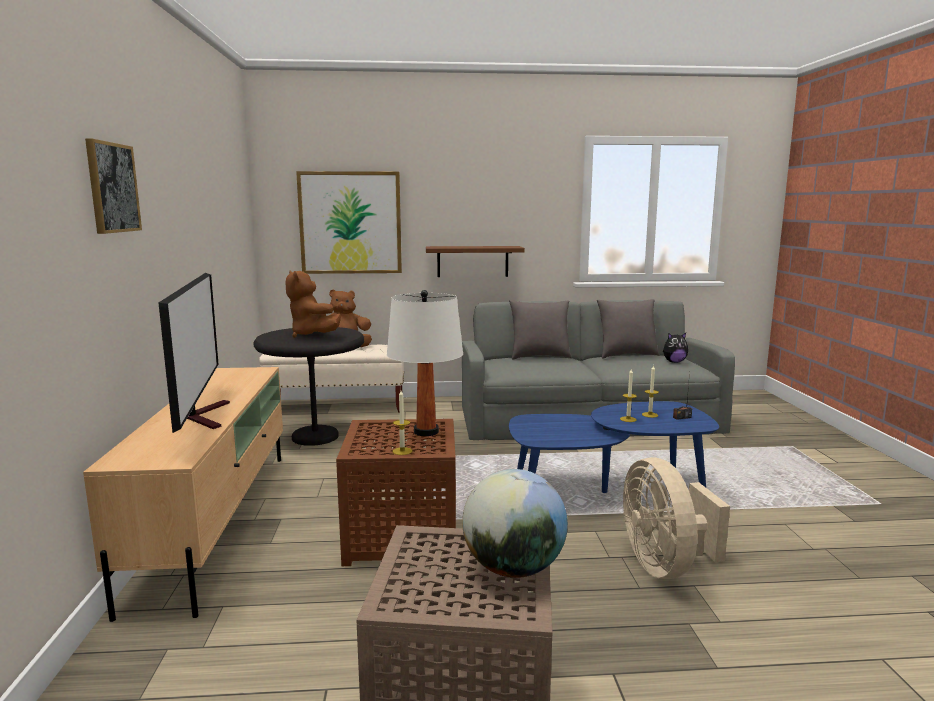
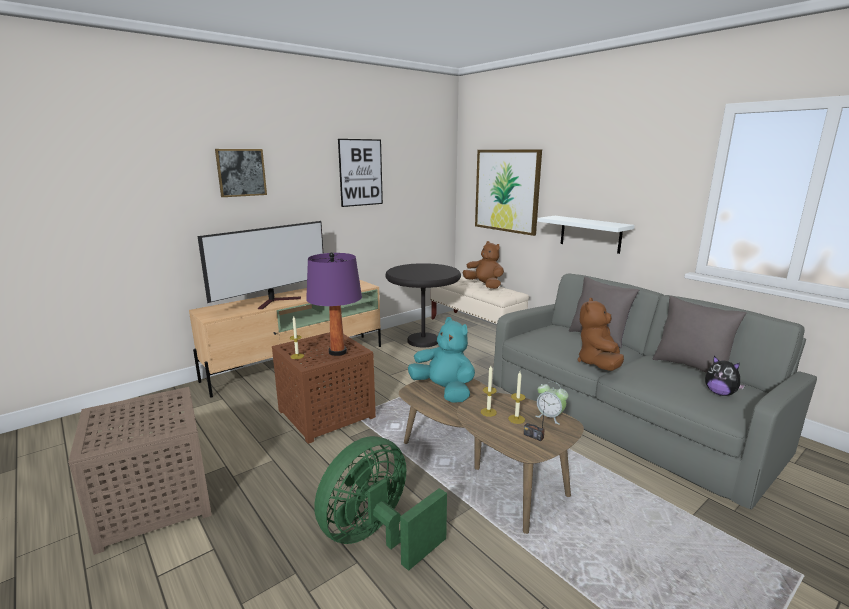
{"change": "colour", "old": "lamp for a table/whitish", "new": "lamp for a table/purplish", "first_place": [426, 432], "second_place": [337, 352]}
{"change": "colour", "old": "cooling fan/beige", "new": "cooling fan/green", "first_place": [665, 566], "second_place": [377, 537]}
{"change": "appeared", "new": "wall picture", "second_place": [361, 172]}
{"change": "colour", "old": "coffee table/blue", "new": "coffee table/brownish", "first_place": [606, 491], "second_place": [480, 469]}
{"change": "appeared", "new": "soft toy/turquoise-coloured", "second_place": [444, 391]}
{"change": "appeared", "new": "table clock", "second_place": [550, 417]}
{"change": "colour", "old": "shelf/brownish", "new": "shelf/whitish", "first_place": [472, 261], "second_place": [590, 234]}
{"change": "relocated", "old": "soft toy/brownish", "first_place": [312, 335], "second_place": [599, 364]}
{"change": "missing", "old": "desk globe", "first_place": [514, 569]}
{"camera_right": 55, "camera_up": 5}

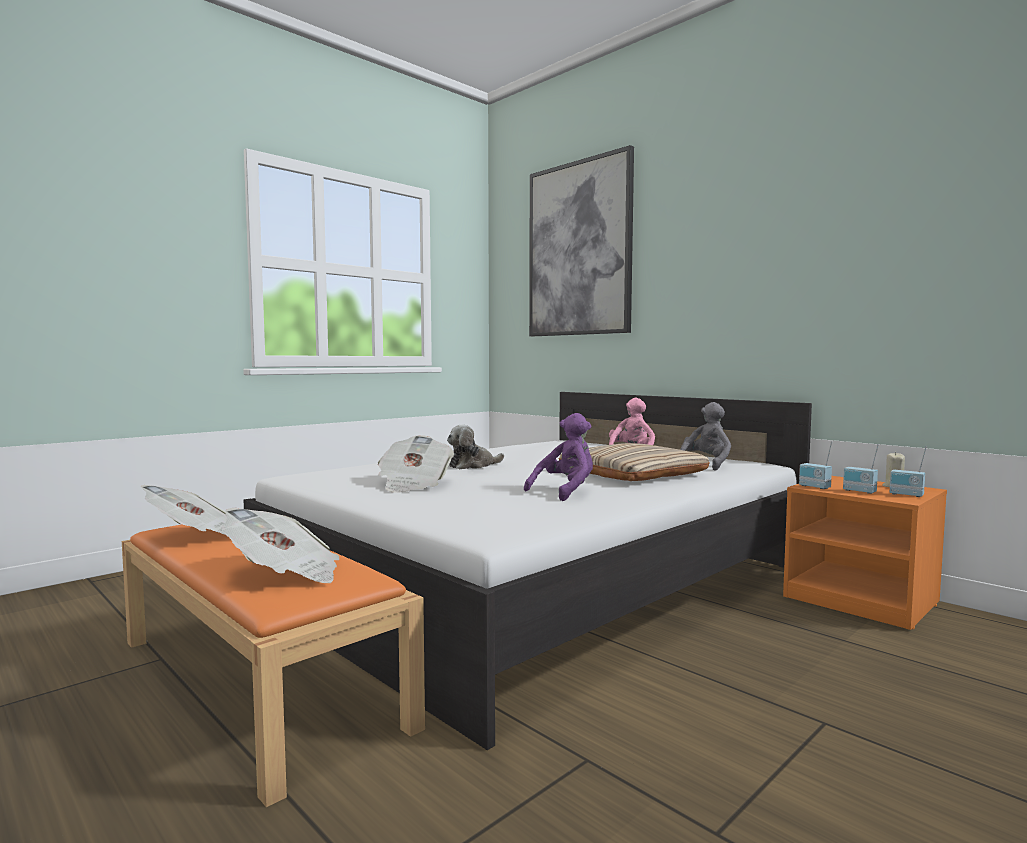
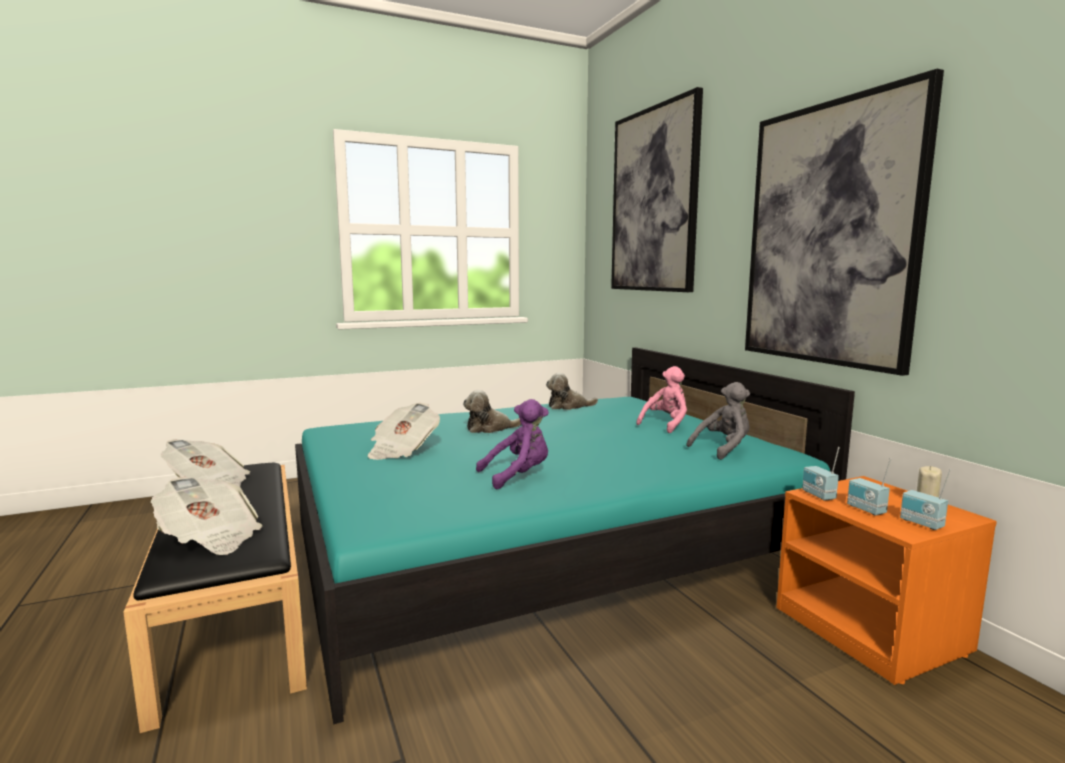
{"change": "colour", "old": "indoor bench/orangey", "new": "indoor bench/black-coloured", "first_place": [259, 681], "second_place": [236, 610]}
{"change": "colour", "old": "sleeping bed/whitish", "new": "sleeping bed/turquoise-coloured", "first_place": [540, 582], "second_place": [541, 546]}
{"change": "appeared", "new": "soft toy", "second_place": [568, 406]}
{"change": "appeared", "new": "wall picture", "second_place": [829, 235]}
{"change": "missing", "old": "cushion/beige", "first_place": [632, 473]}
{"camera_right": 20, "camera_up": 5}

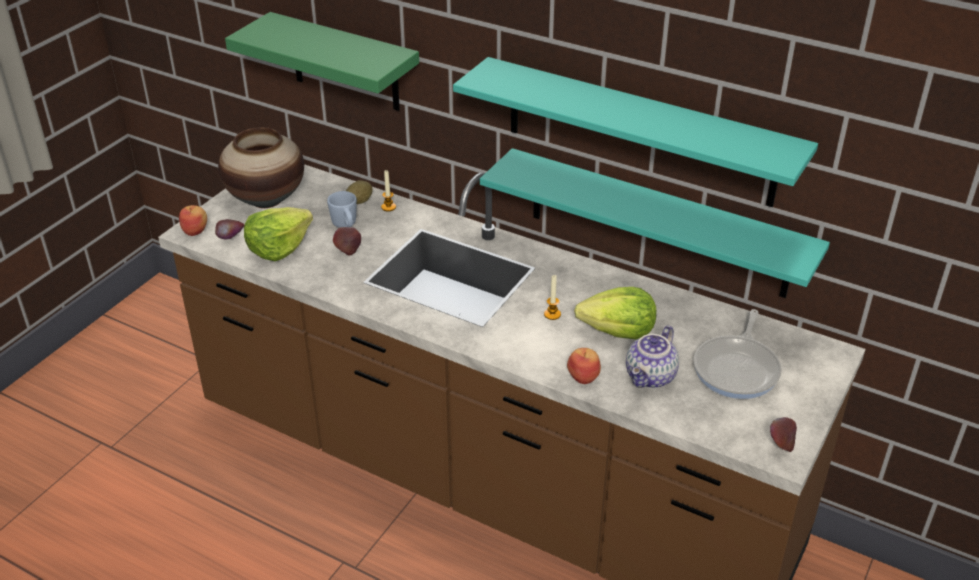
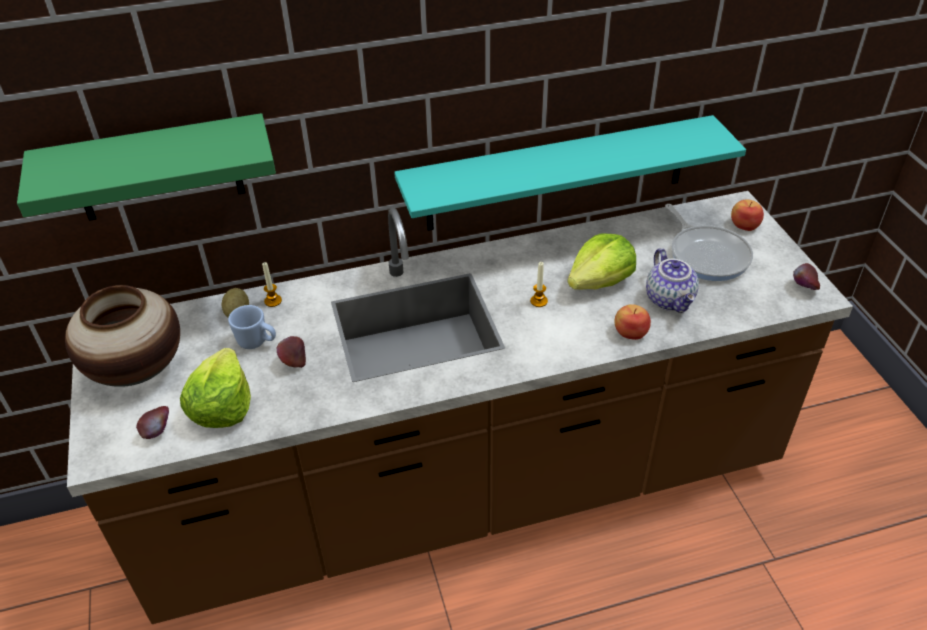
{"change": "relocated", "old": "whole apple", "first_place": [195, 230], "second_place": [744, 225]}
{"change": "missing", "old": "shelf/turquoise-coloured", "first_place": [639, 132]}
{"camera_right": -45, "camera_up": 5}

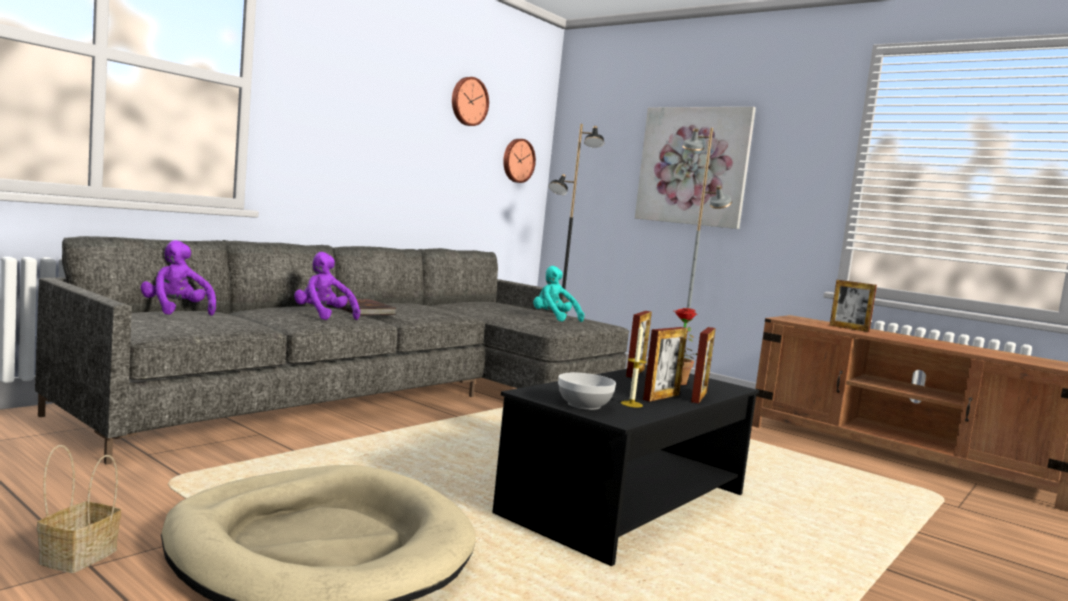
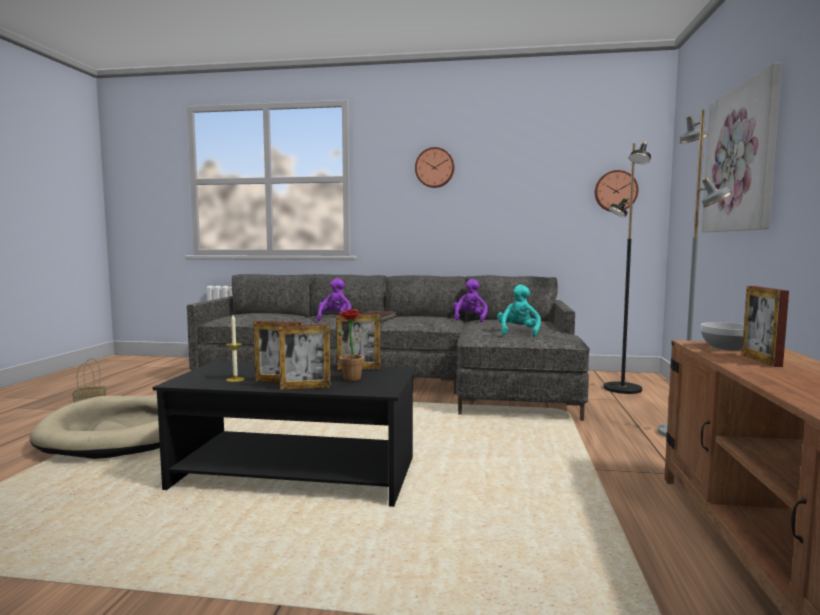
{"change": "relocated", "old": "wall clock", "first_place": [468, 101], "second_place": [434, 168]}
{"change": "relocated", "old": "soft toy/purplish", "first_place": [176, 311], "second_place": [470, 319]}
{"change": "relocated", "old": "serving bowl", "first_place": [584, 405], "second_place": [727, 348]}
{"camera_right": 60, "camera_up": 0}

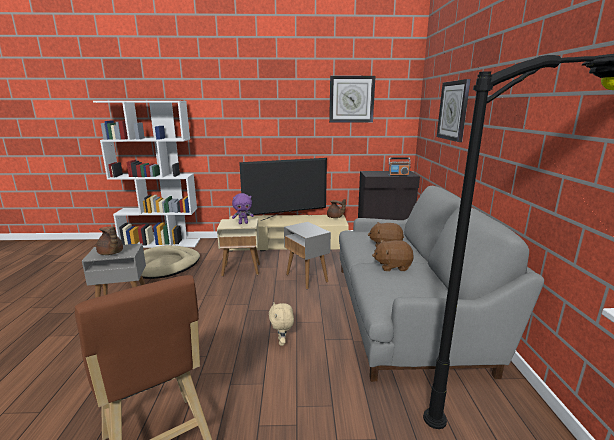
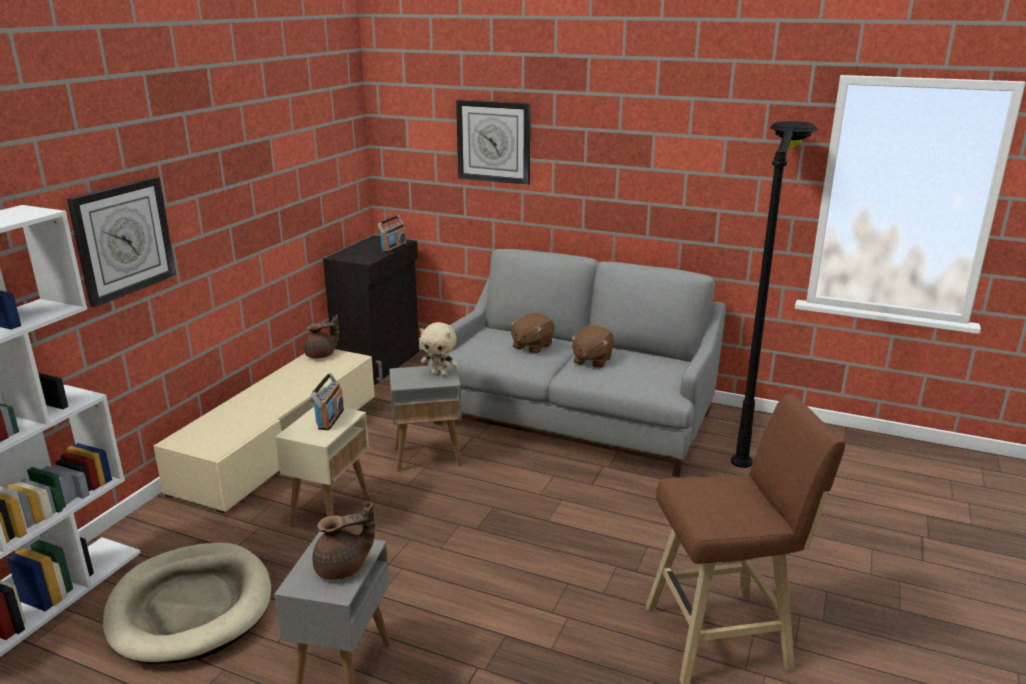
{"change": "relocated", "old": "wall clock", "first_place": [351, 99], "second_place": [123, 239]}
{"change": "exchanged", "old": "soft toy/purplish", "new": "radio set", "first_place": [243, 223], "second_place": [330, 419]}
{"change": "relocated", "old": "soft toy/beige", "first_place": [282, 342], "second_place": [440, 374]}
{"change": "missing", "old": "TV", "first_place": [285, 218]}
{"camera_right": -65, "camera_up": 5}

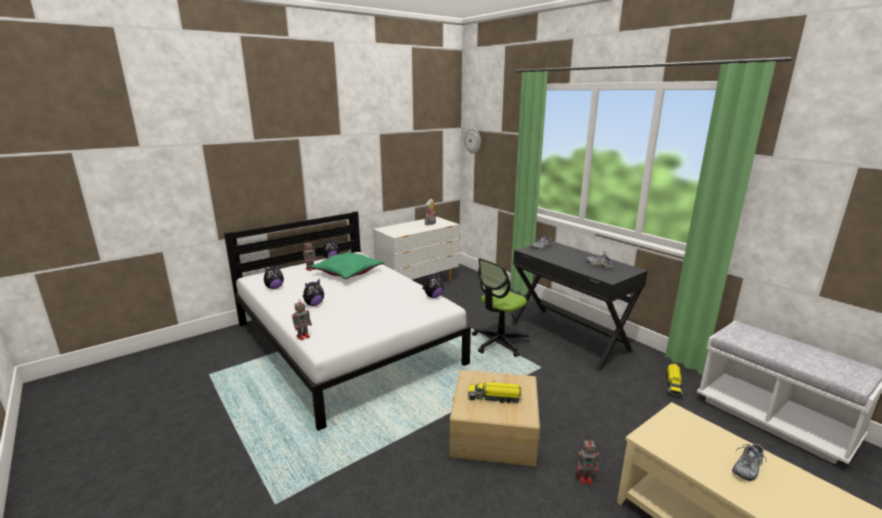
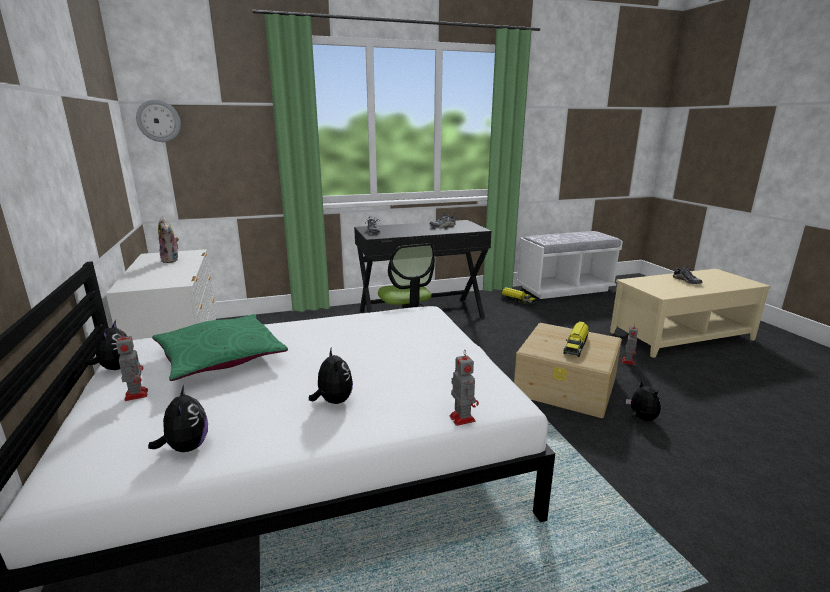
{"change": "relocated", "old": "soft toy", "first_place": [433, 296], "second_place": [641, 418]}
{"camera_right": -70, "camera_up": 0}

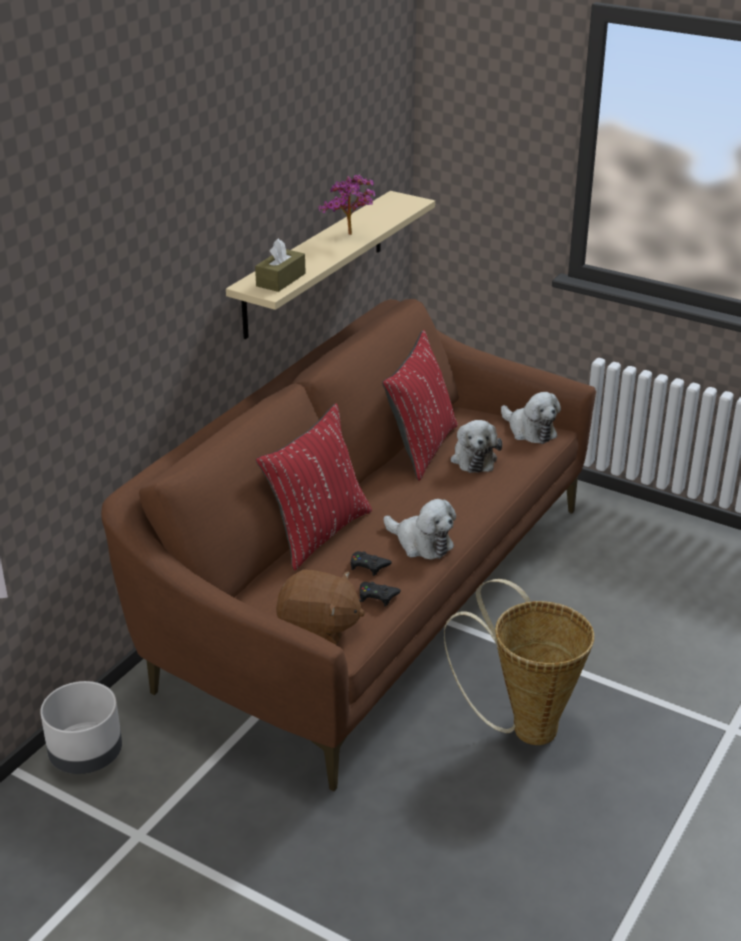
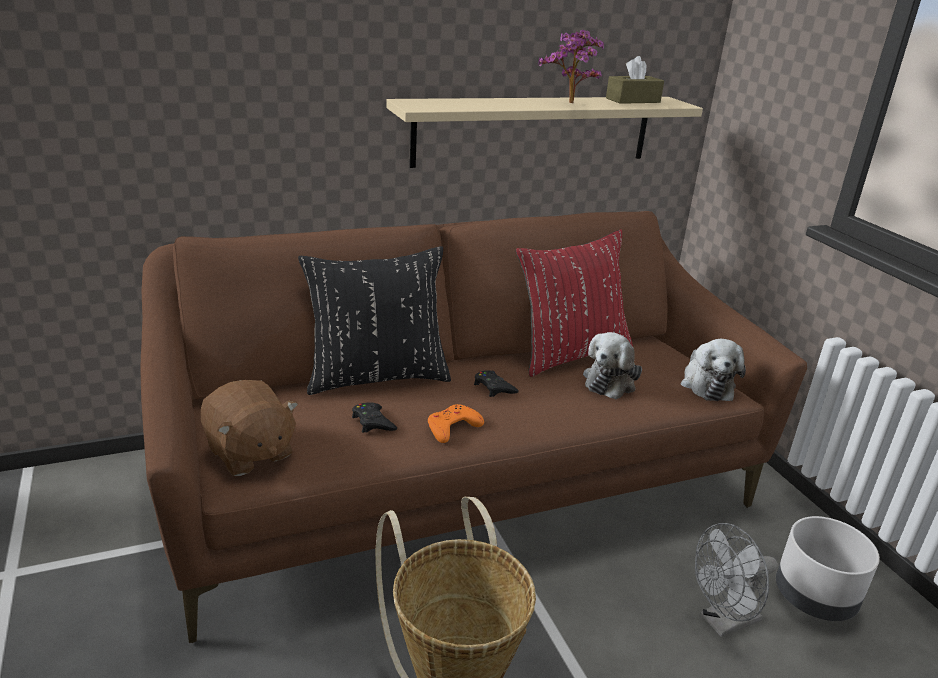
{"change": "colour", "old": "cushion/red-coloured", "new": "cushion/black-coloured", "first_place": [317, 533], "second_place": [376, 376]}
{"change": "exchanged", "old": "soft toy", "new": "gamepad/orangey", "first_place": [421, 543], "second_place": [452, 427]}
{"change": "relocated", "old": "gamepad/black-coloured", "first_place": [377, 596], "second_place": [494, 387]}
{"change": "relocated", "old": "tissue holder/brownish", "first_place": [281, 280], "second_place": [633, 100]}
{"change": "appeared", "new": "cooling fan/grey", "second_place": [723, 622]}
{"change": "relocated", "old": "flower pot/grey", "first_place": [86, 755], "second_place": [814, 598]}
{"camera_right": 35, "camera_up": -5}

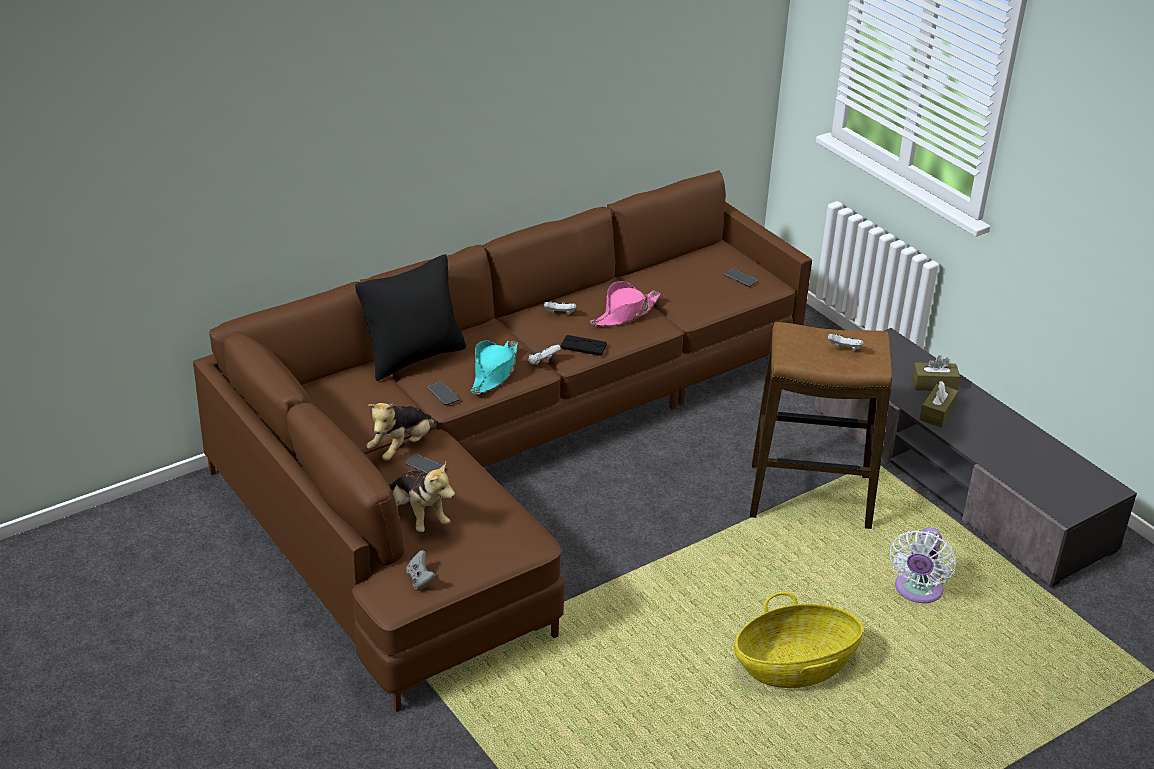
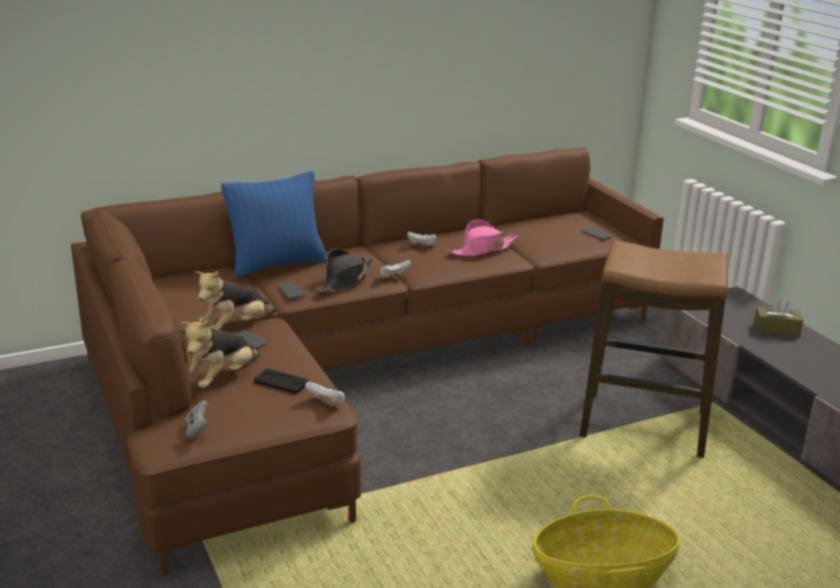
{"change": "spun", "old": "soft toy", "first_place": [418, 516], "second_place": [222, 378], "degrees": 60}
{"change": "colour", "old": "cushion/black-coloured", "new": "cushion/blue", "first_place": [414, 357], "second_place": [277, 265]}
{"change": "relocated", "old": "gamepad/black-coloured", "first_place": [583, 346], "second_place": [281, 382]}
{"change": "relocated", "old": "gamepad/whitish", "first_place": [844, 349], "second_place": [326, 402]}
{"change": "colour", "old": "wearable hat/turquoise-coloured", "new": "wearable hat/black-coloured", "first_place": [494, 373], "second_place": [345, 280]}
{"change": "missing", "old": "cooling fan/whitish", "first_place": [917, 591]}
{"change": "missing", "old": "tissue holder/brownish", "first_place": [937, 413]}
{"camera_right": 10, "camera_up": -10}

